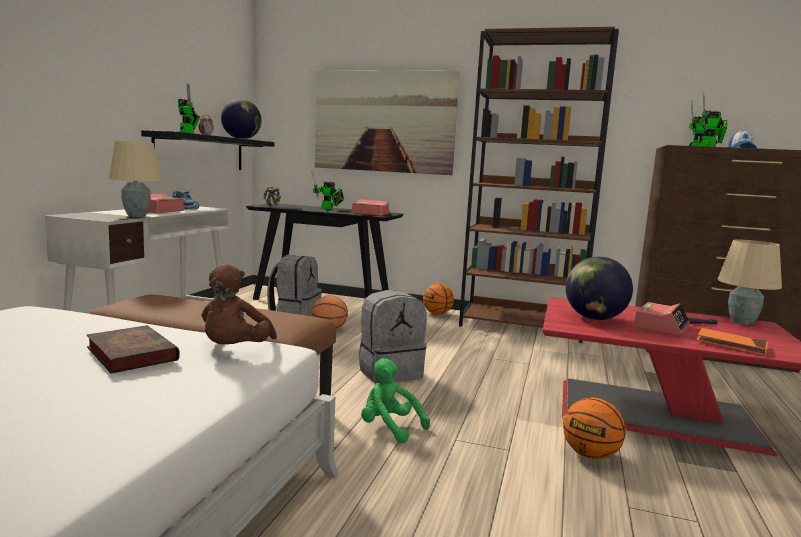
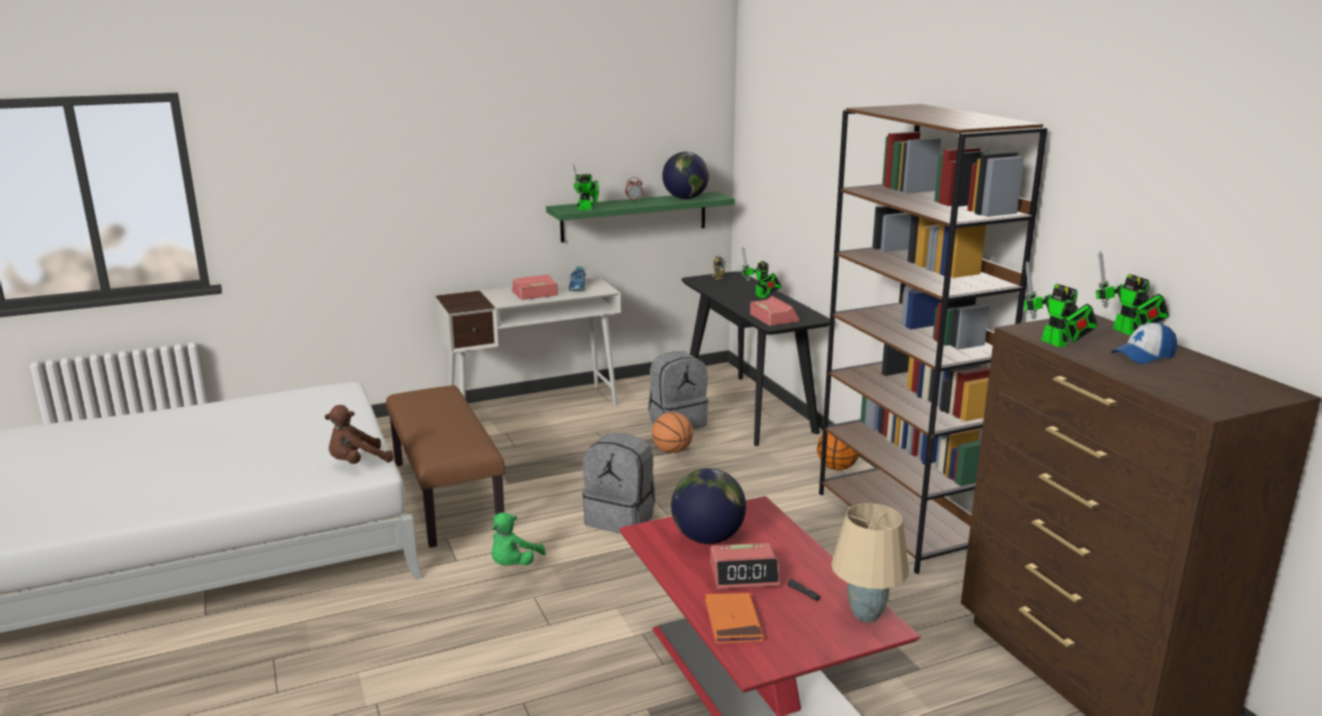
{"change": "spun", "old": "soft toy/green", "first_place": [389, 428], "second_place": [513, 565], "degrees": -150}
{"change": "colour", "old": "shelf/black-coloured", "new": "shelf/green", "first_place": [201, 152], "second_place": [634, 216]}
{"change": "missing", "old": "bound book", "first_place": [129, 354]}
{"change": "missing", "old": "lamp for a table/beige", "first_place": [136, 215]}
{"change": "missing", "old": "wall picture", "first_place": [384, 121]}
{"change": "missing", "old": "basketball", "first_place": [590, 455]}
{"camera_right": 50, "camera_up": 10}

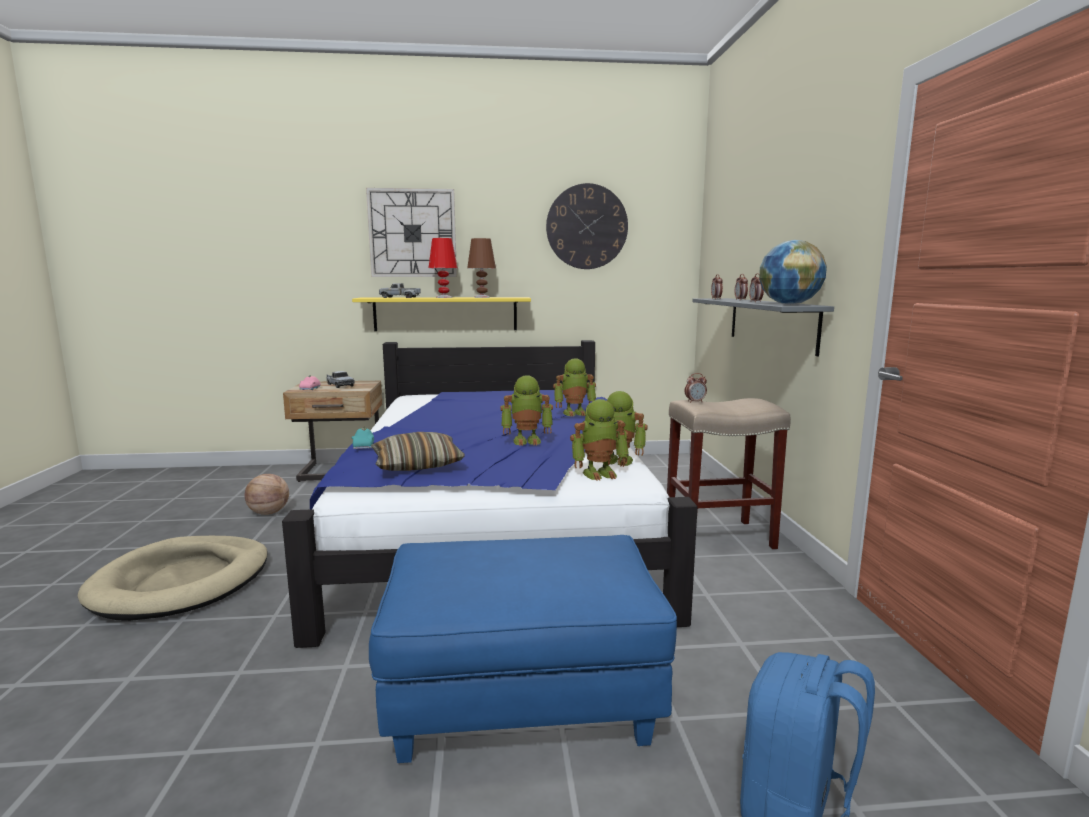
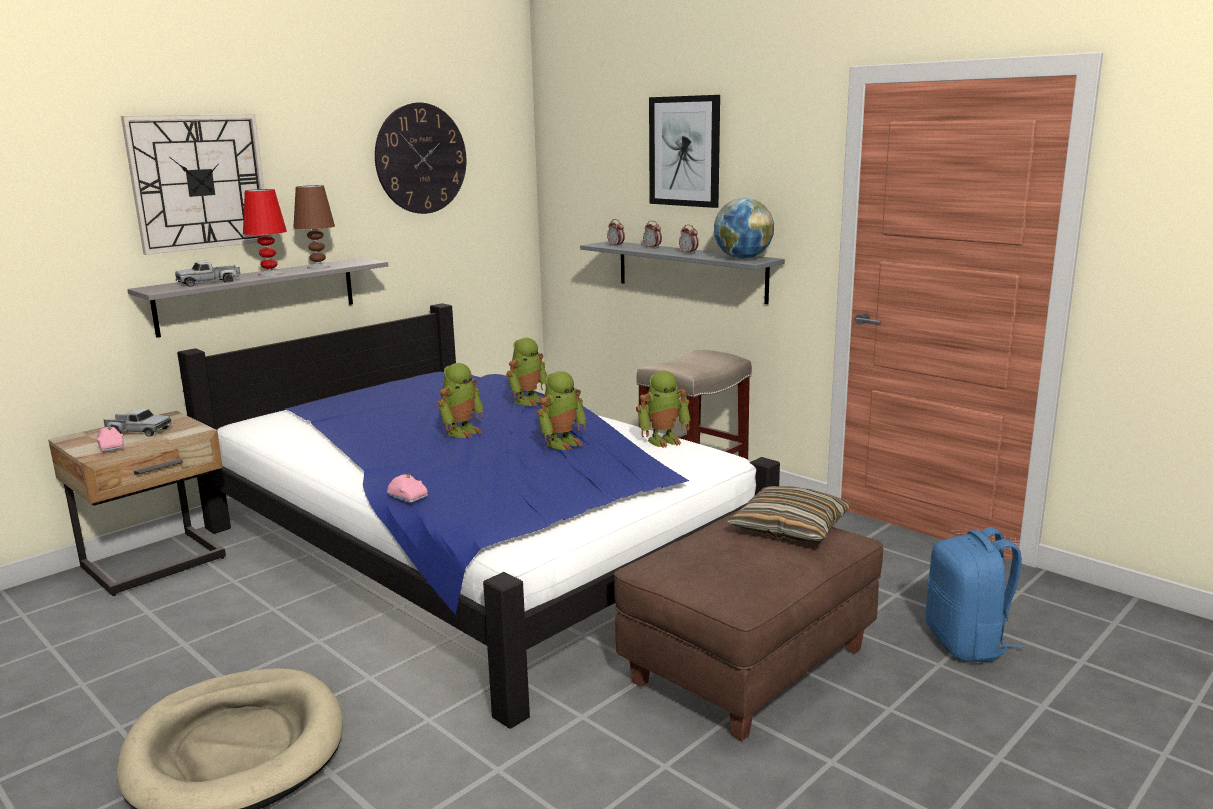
{"change": "colour", "old": "shelf/yellow-coloured", "new": "shelf/grey", "first_place": [445, 314], "second_place": [258, 295]}
{"change": "colour", "old": "miniature car/turquoise-coloured", "new": "miniature car/pinkish", "first_place": [364, 446], "second_place": [408, 497]}
{"change": "relocated", "old": "model robot", "first_place": [599, 473], "second_place": [462, 432]}
{"change": "colour", "old": "pouffe/blue", "new": "pouffe/brownish", "first_place": [522, 699], "second_place": [749, 666]}
{"change": "appeared", "new": "wall picture", "second_place": [685, 151]}
{"change": "relocated", "old": "cushion", "first_place": [417, 464], "second_place": [790, 528]}
{"change": "missing", "old": "basketball", "first_place": [269, 513]}
{"change": "missing", "old": "table clock", "first_place": [695, 402]}
{"camera_right": -40, "camera_up": 5}

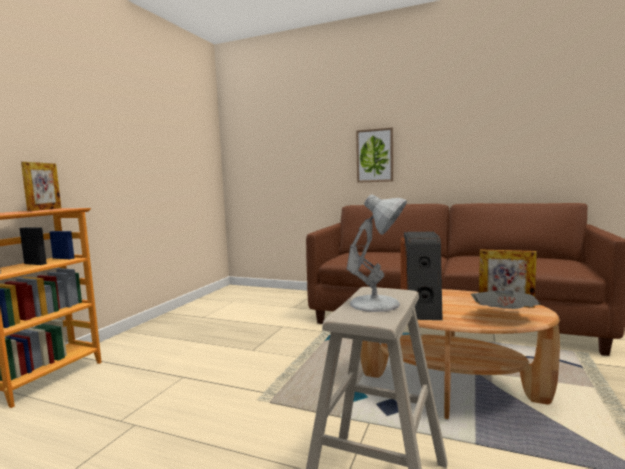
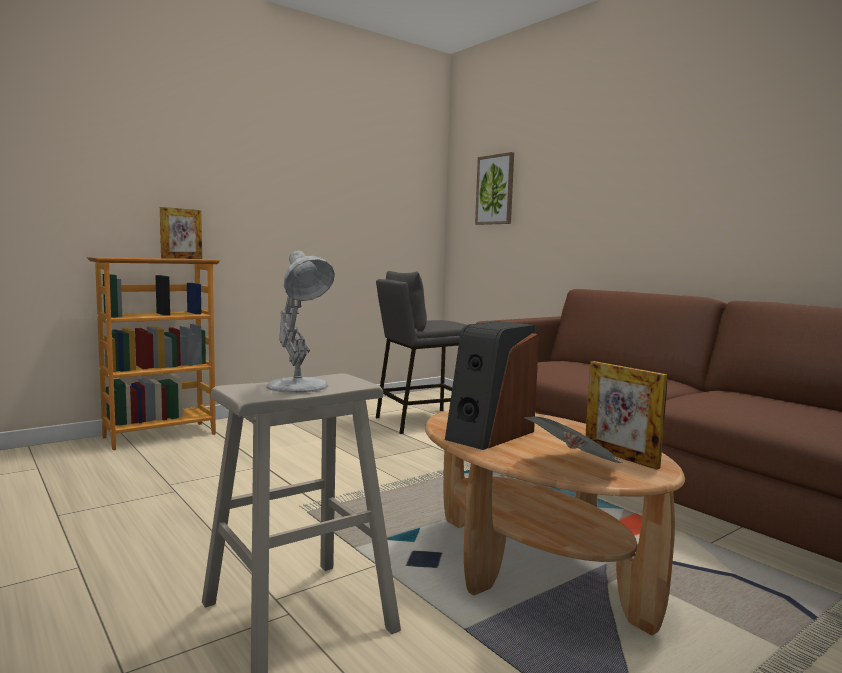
{"change": "appeared", "new": "stool/grey", "second_place": [422, 421]}
{"change": "relocated", "old": "wall picture", "first_place": [375, 155], "second_place": [495, 190]}
{"camera_right": 30, "camera_up": 0}

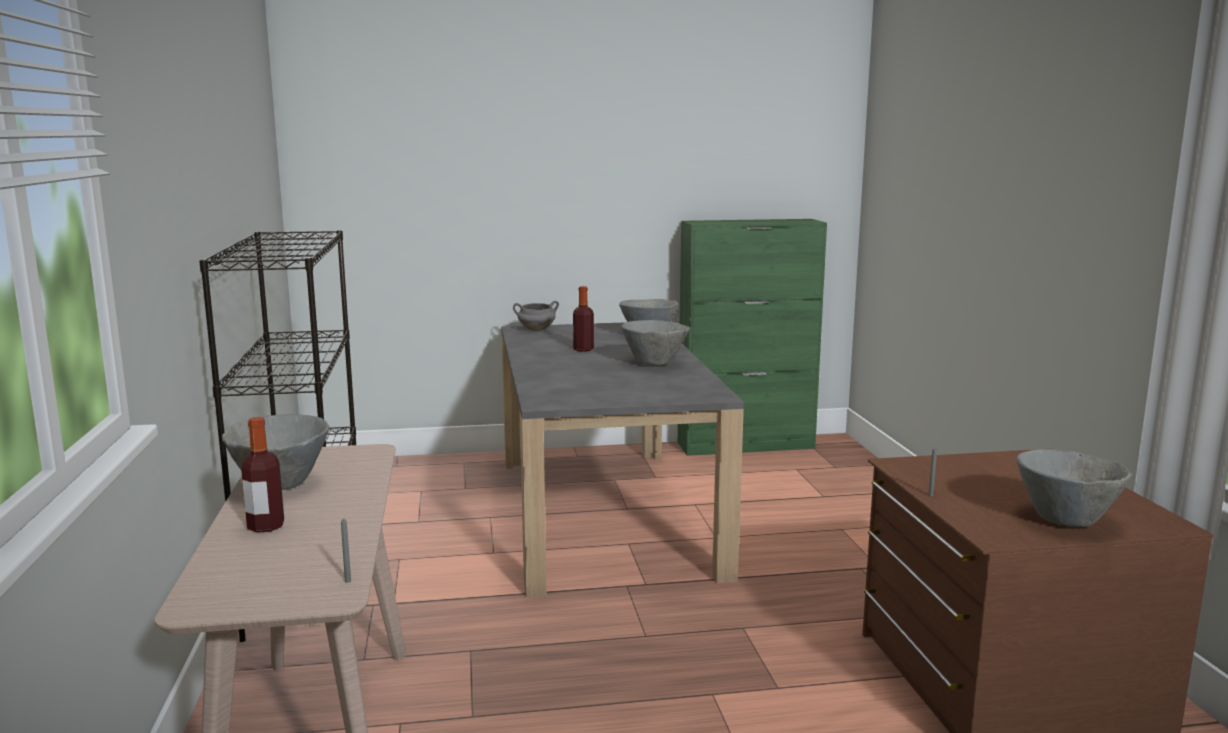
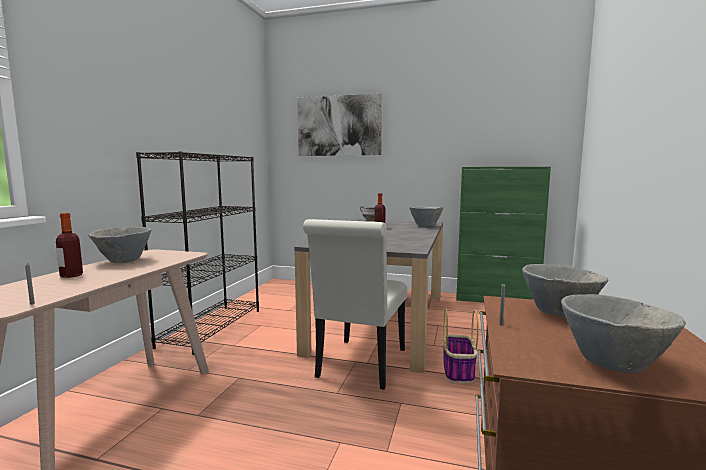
{"change": "appeared", "new": "wall picture", "second_place": [339, 126]}
{"change": "appeared", "new": "chair/whitish", "second_place": [360, 366]}
{"change": "appeared", "new": "household basket", "second_place": [458, 371]}
{"change": "relocated", "old": "serving bowl/grey", "first_place": [655, 363], "second_place": [560, 313]}
{"camera_right": 25, "camera_up": -5}

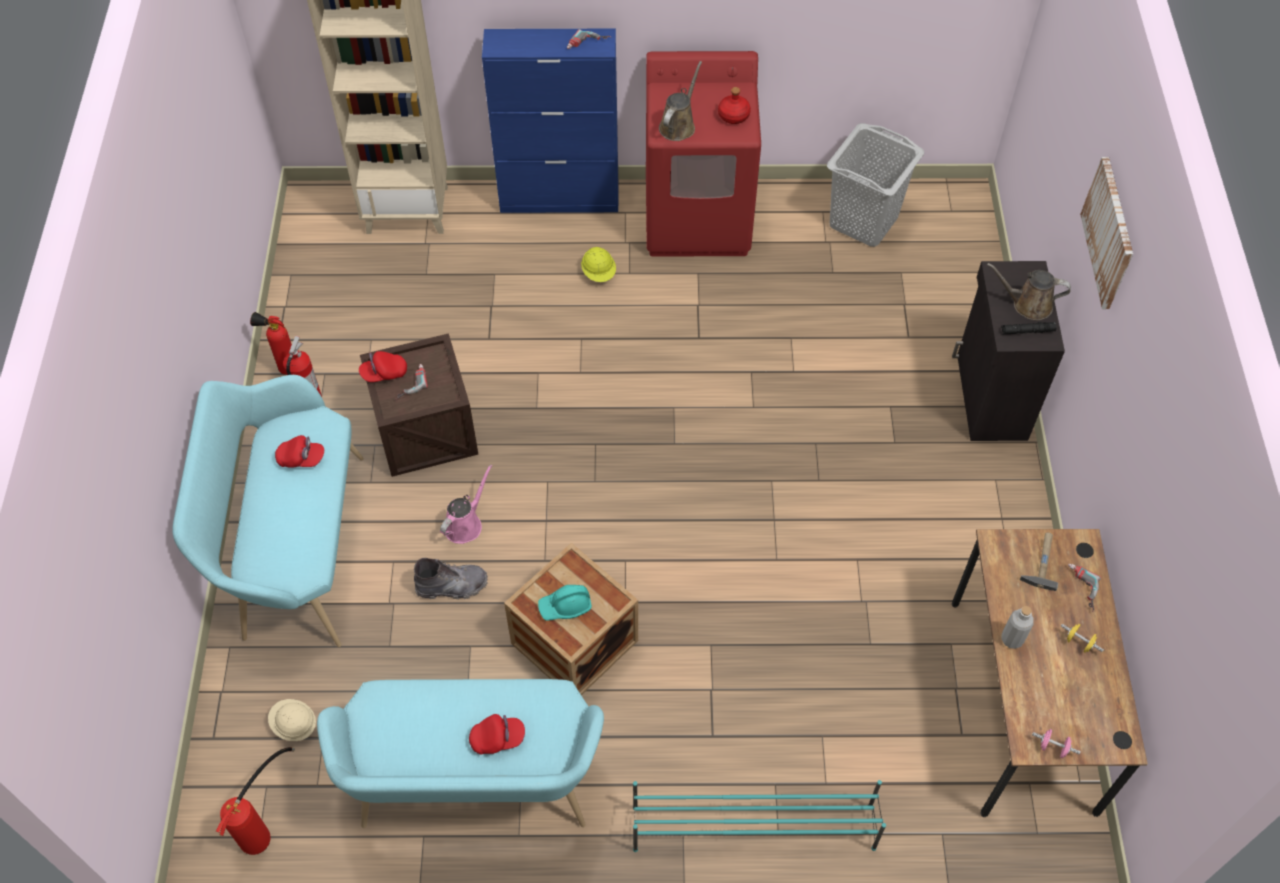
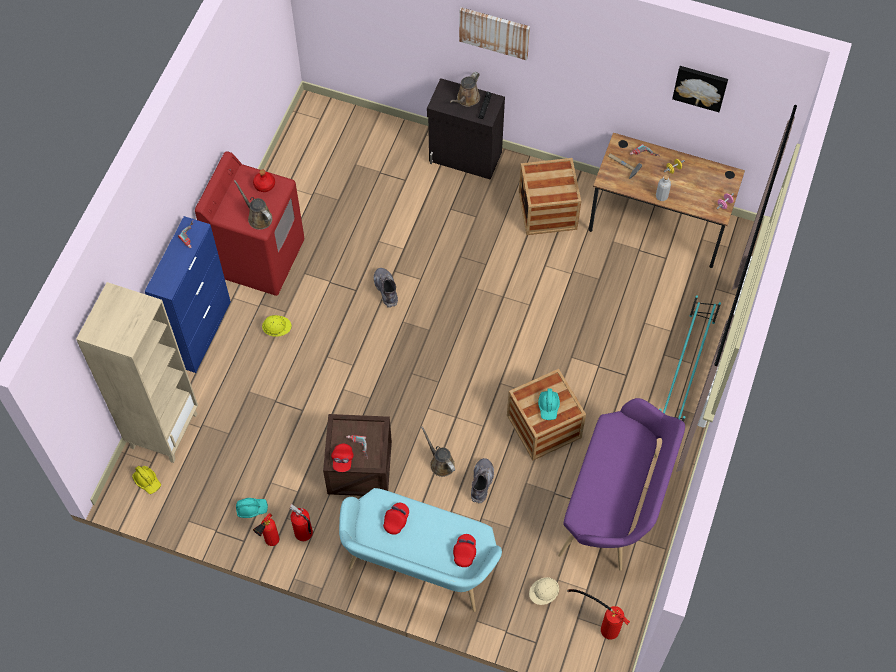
{"change": "appeared", "new": "hard hat/yellow-coloured", "second_place": [147, 481]}
{"change": "appeared", "new": "hard hat/turquoise-coloured", "second_place": [251, 508]}
{"change": "appeared", "new": "tall boot/grey", "second_place": [386, 289]}
{"change": "colour", "old": "watering pot/pinkish", "new": "watering pot/brownish", "first_place": [465, 524], "second_place": [440, 463]}
{"change": "relocated", "old": "cap/red-coloured", "first_place": [497, 739], "second_place": [464, 552]}
{"change": "appeared", "new": "shipping crate", "second_place": [547, 210]}
{"change": "colour", "old": "indoor bench/turquoise-coloured", "new": "indoor bench/purplish", "first_place": [474, 787], "second_place": [616, 504]}
{"change": "appeared", "new": "wall picture", "second_place": [700, 87]}
{"change": "missing", "old": "washing basket/grey", "first_place": [864, 221]}
{"camera_right": -70, "camera_up": 5}

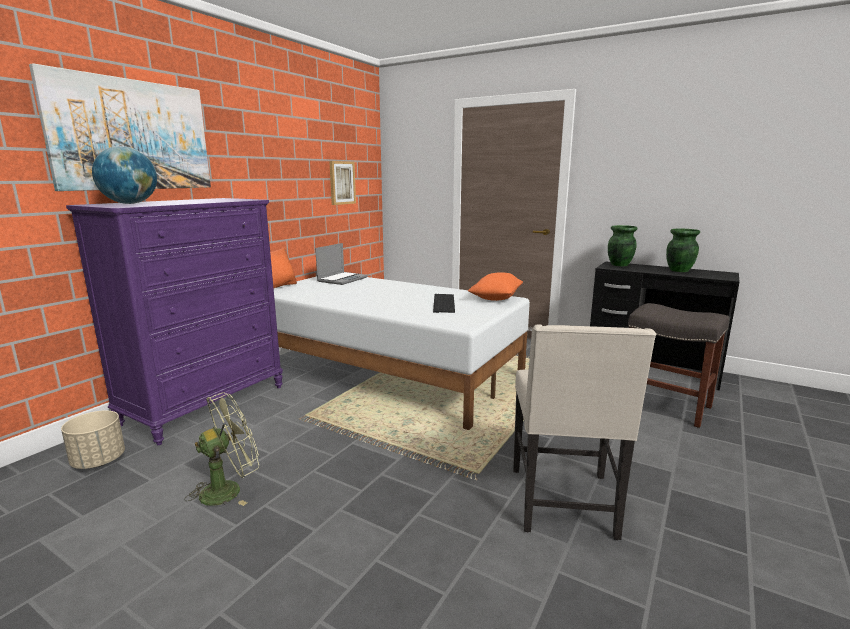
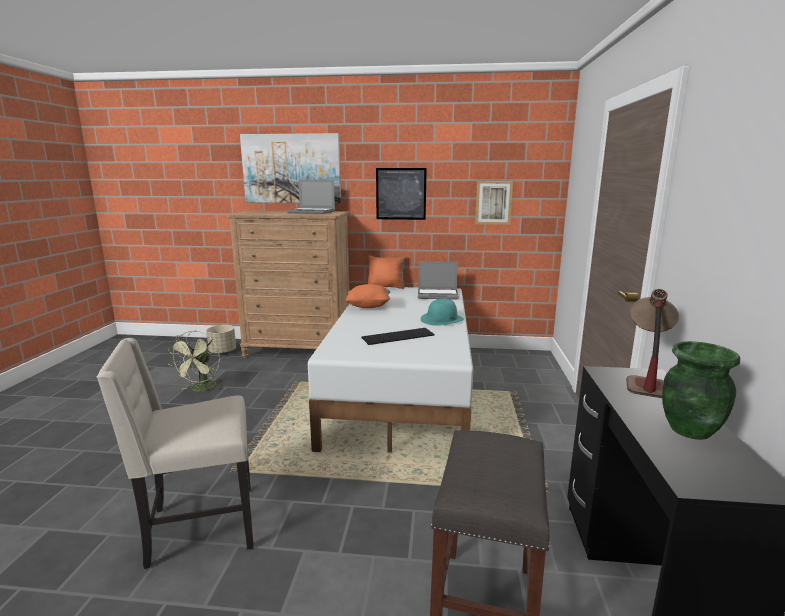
{"change": "spun", "old": "cooling fan/green", "first_place": [229, 489], "second_place": [201, 390], "degrees": 75}
{"change": "colour", "old": "dresser/purplish", "new": "dresser/brownish", "first_place": [206, 404], "second_place": [298, 351]}
{"change": "appeared", "new": "laptop", "second_place": [312, 212]}
{"change": "relocated", "old": "cushion/orangey", "first_place": [495, 298], "second_place": [368, 306]}
{"change": "appeared", "new": "wall picture", "second_place": [401, 194]}
{"change": "appeared", "new": "wearable hat/turquoise-coloured", "second_place": [442, 319]}
{"change": "exchanged", "old": "decorative vase/green", "new": "lamp for a table", "first_place": [619, 265], "second_place": [645, 379]}
{"change": "missing", "old": "desk globe", "first_place": [130, 203]}
{"camera_right": 65, "camera_up": 0}

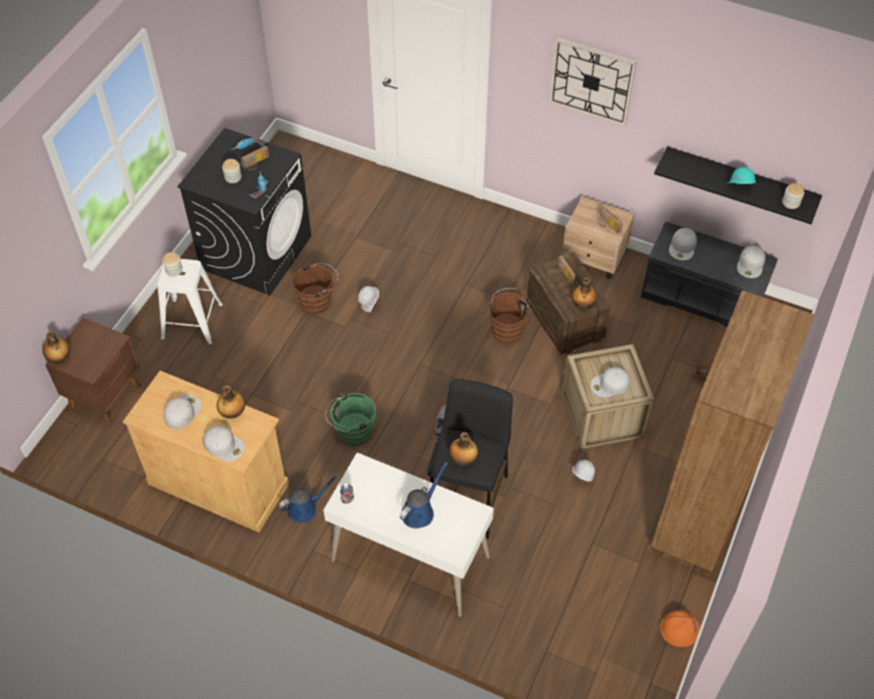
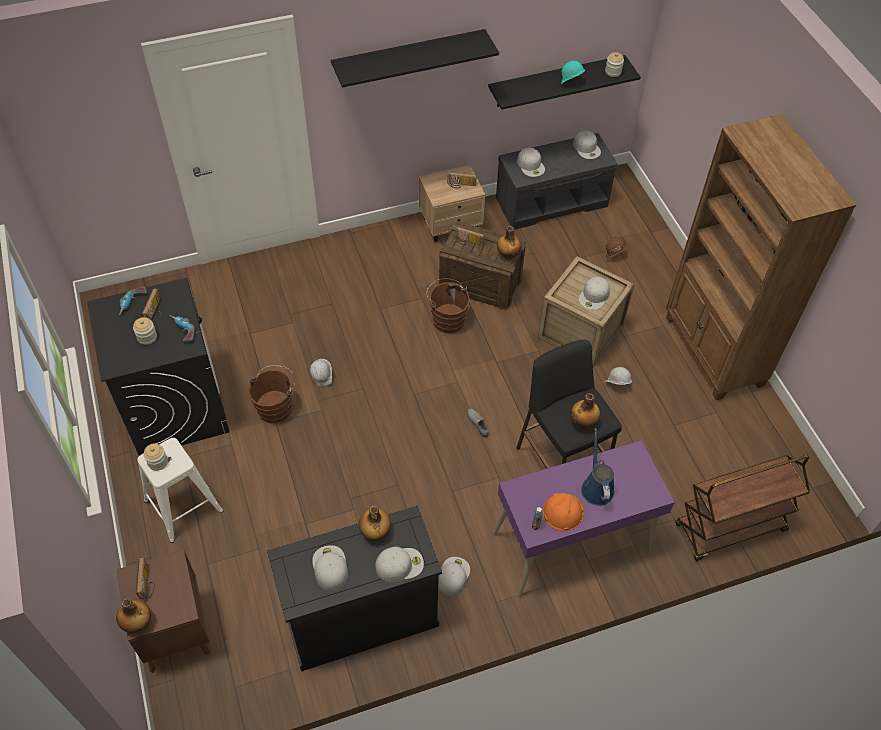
{"change": "appeared", "new": "radio set", "second_place": [147, 582]}
{"change": "colour", "old": "cupboard/beige", "new": "cupboard/black-coloured", "first_place": [219, 483], "second_place": [361, 617]}
{"change": "exchanged", "old": "wall clock", "new": "shelf/black-coloured", "first_place": [591, 81], "second_place": [409, 58]}
{"change": "exchanged", "old": "watering pot/blue", "new": "cap/whitish", "first_place": [305, 508], "second_place": [453, 575]}
{"change": "colour", "old": "desk table/whitish", "new": "desk table/purplish", "first_place": [410, 559], "second_place": [572, 544]}
{"change": "relocated", "old": "hard hat/orangey", "first_place": [680, 629], "second_place": [563, 512]}
{"change": "appeared", "new": "cart/brownish", "second_place": [729, 529]}
{"change": "missing", "old": "water bucket/green", "first_place": [352, 432]}
{"camera_right": -45, "camera_up": 0}

